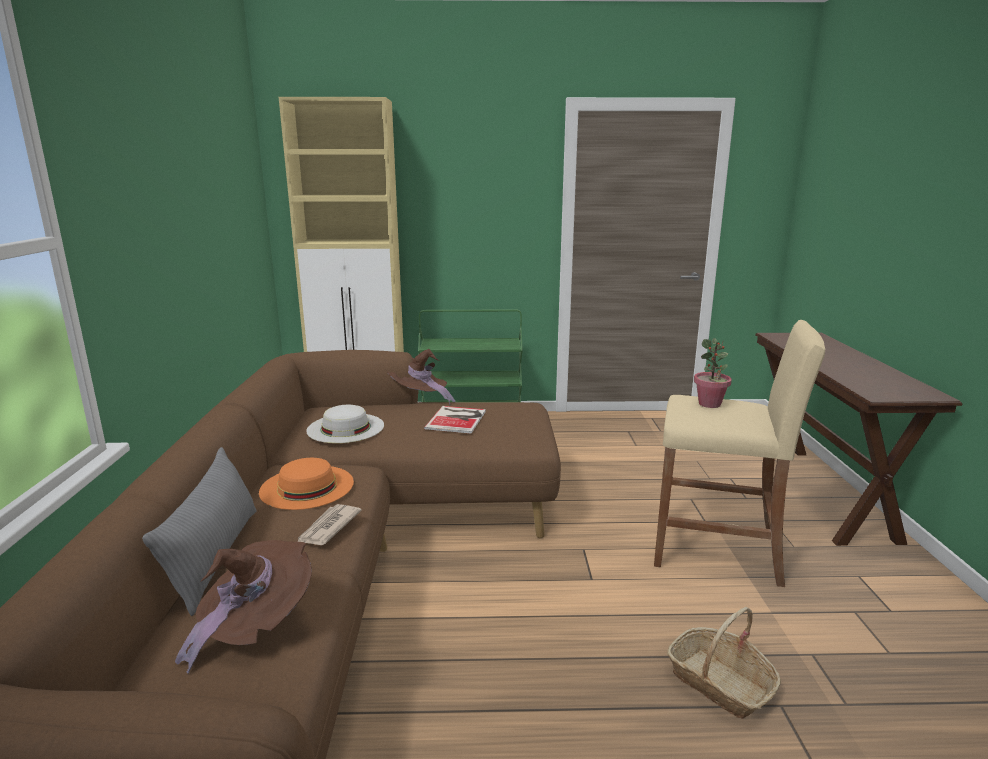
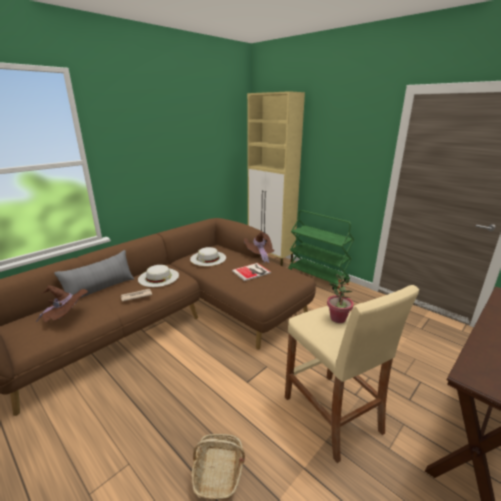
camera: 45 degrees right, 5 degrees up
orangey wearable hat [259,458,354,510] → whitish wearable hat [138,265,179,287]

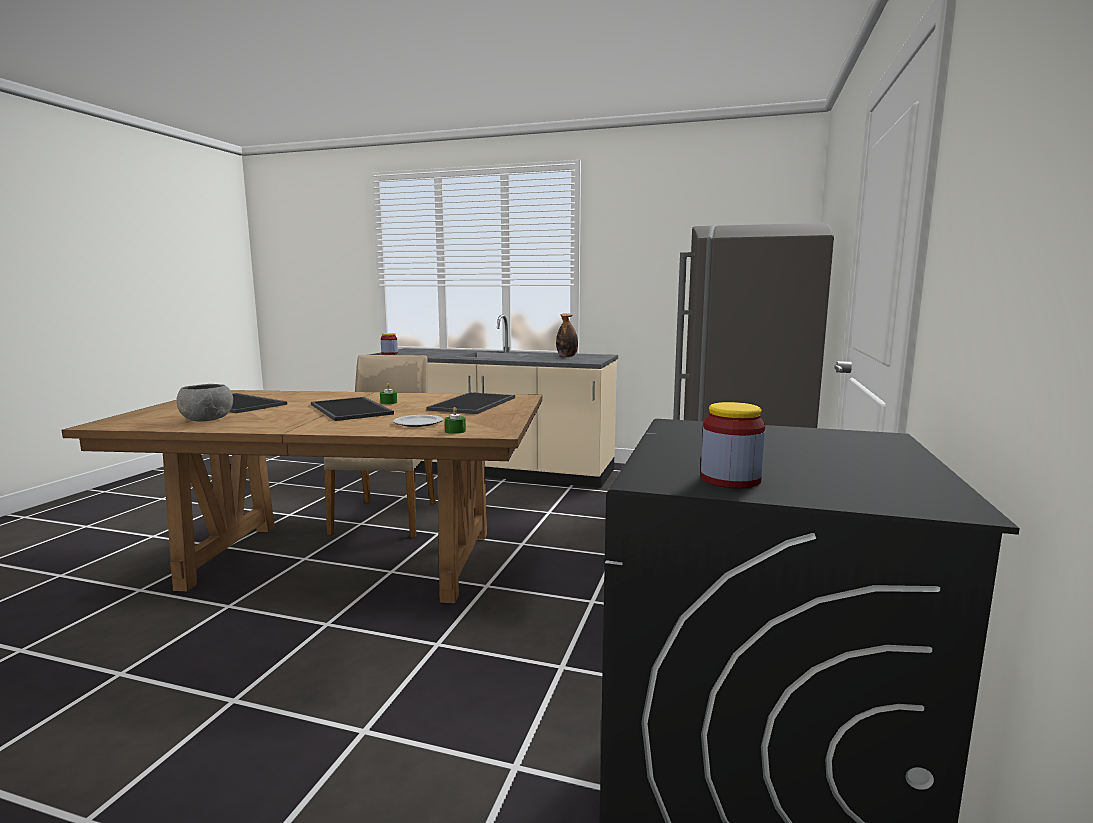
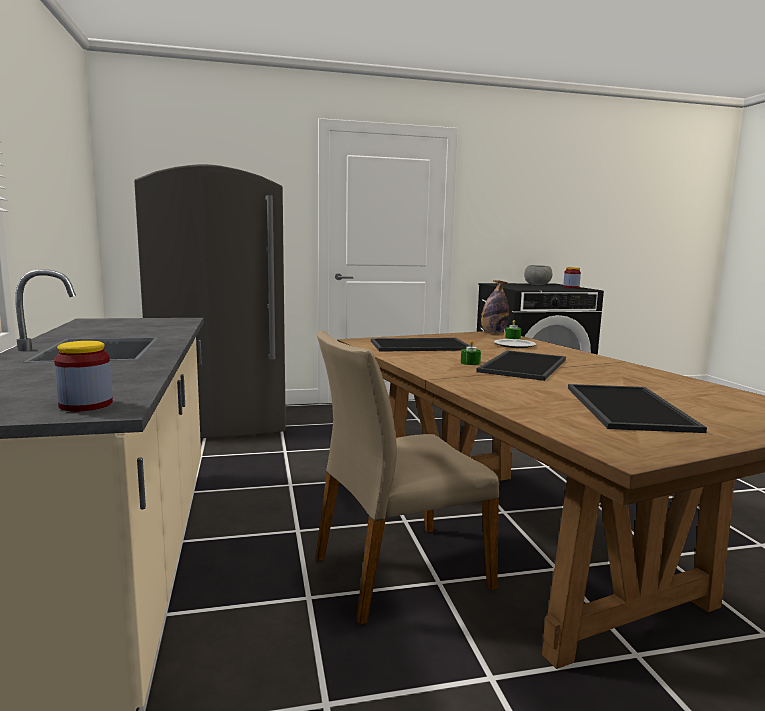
camera: 120 degrees left, 0 degrees up
drink bottle [556,313,578,357] → drink bottle [481,280,509,333], moved
gray serving bowl [176,384,233,421] → gray serving bowl [524,265,553,285], moved

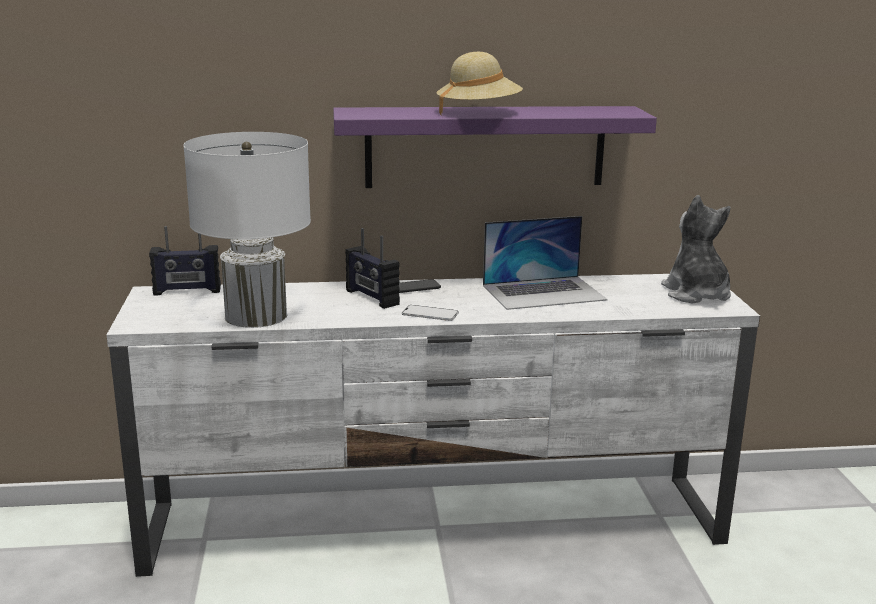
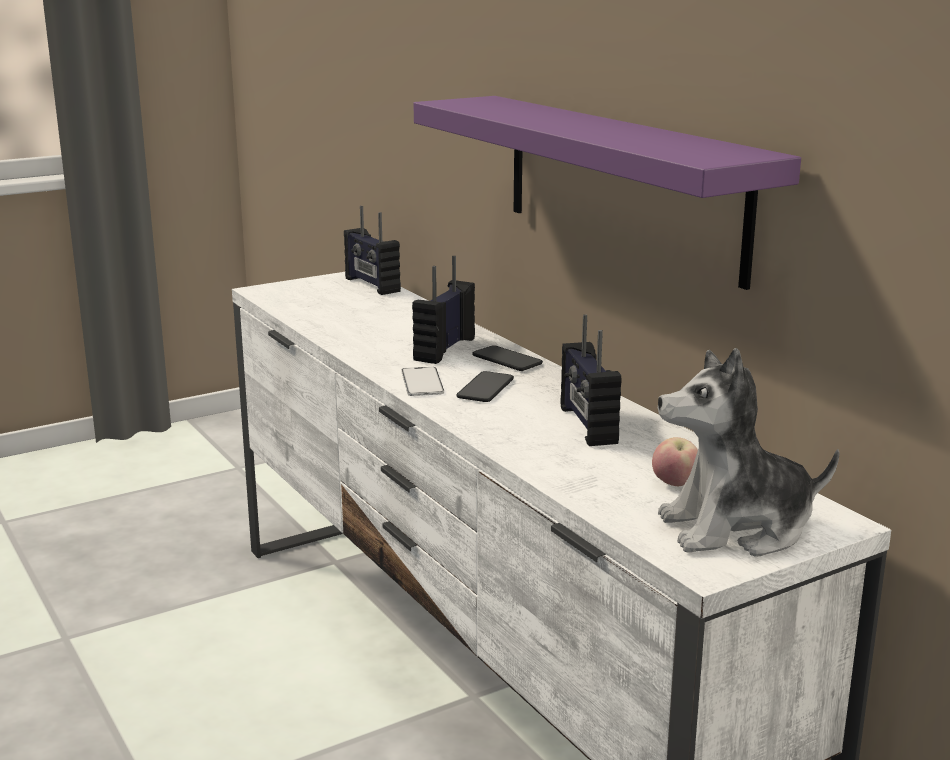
camera: 65 degrees right, 0 degrees up
- → phone [456,371,514,402]
laptop [483,216,608,310] → radio receiver [561,314,622,446]
- → whole apple [652,437,698,486]
cuddly toy [661,195,731,304] → cuddly toy [658,348,840,557], 150 degrees counterclockwise
whitish table lamp [183,132,311,328] → -
sand-coloured wearable hat [436,52,523,115] → -

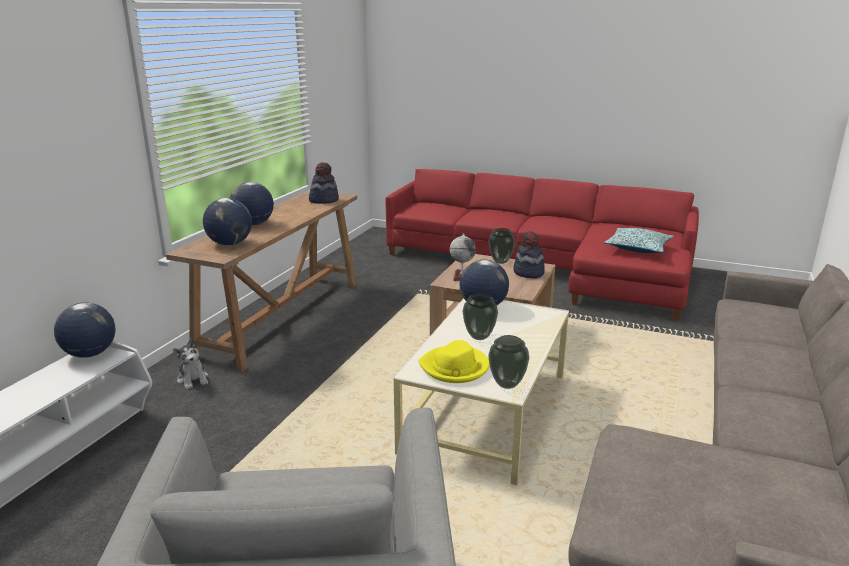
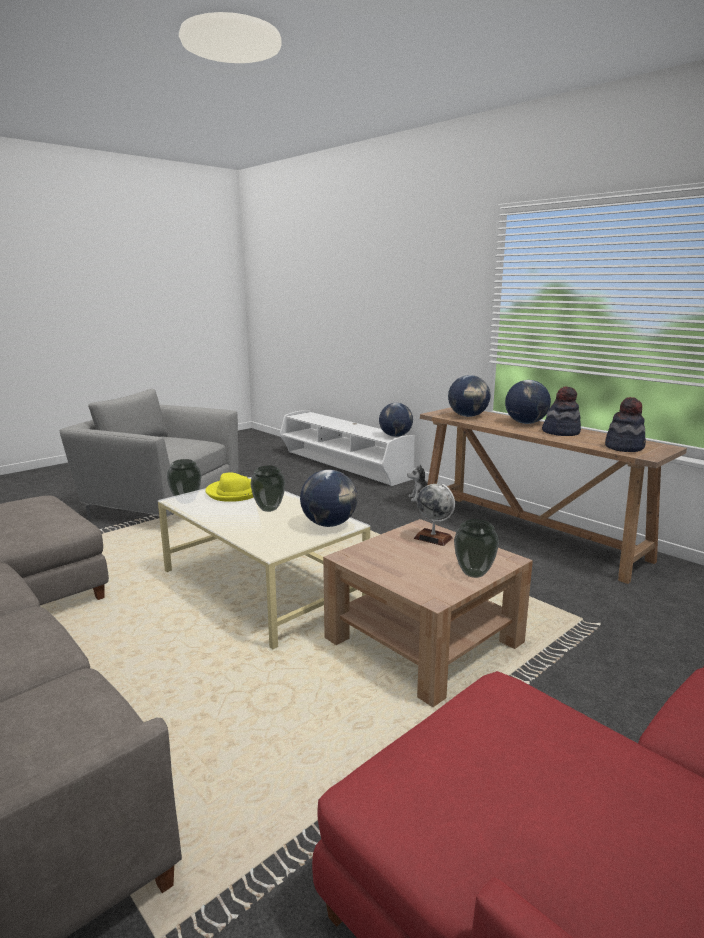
camera: 115 degrees right, 5 degrees down
wearable hat [513,231,545,279] → wearable hat [542,386,581,436], moved
pillow [604,228,674,253] → -

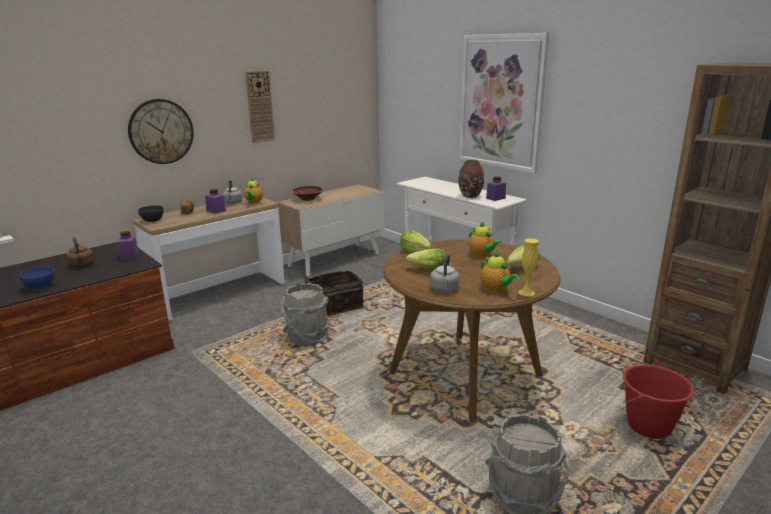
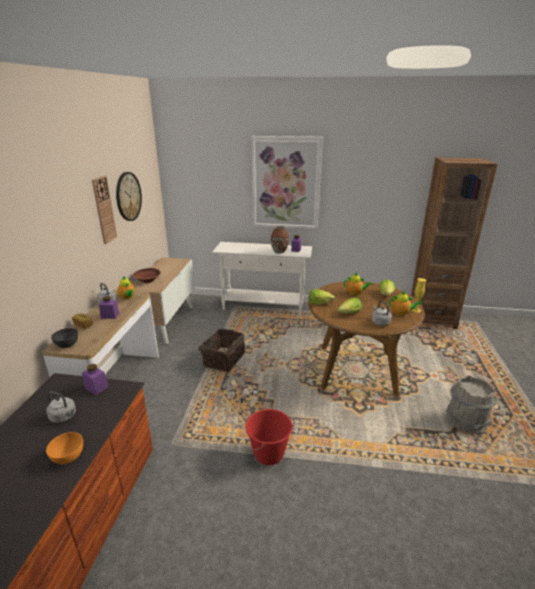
camera: 40 degrees left, 5 degrees up
brown-coloured water kettle [66,236,94,267] → gray water kettle [46,392,76,423]
blue serving bowl [19,267,54,290] → orangey serving bowl [46,432,83,464]
clock on the wall [128,99,194,164] → clock on the wall [116,172,142,221], moved
red-coloured water bucket [623,365,694,439] → red-coloured water bucket [245,409,293,465], moved
gray water bucket [280,283,329,346] → -

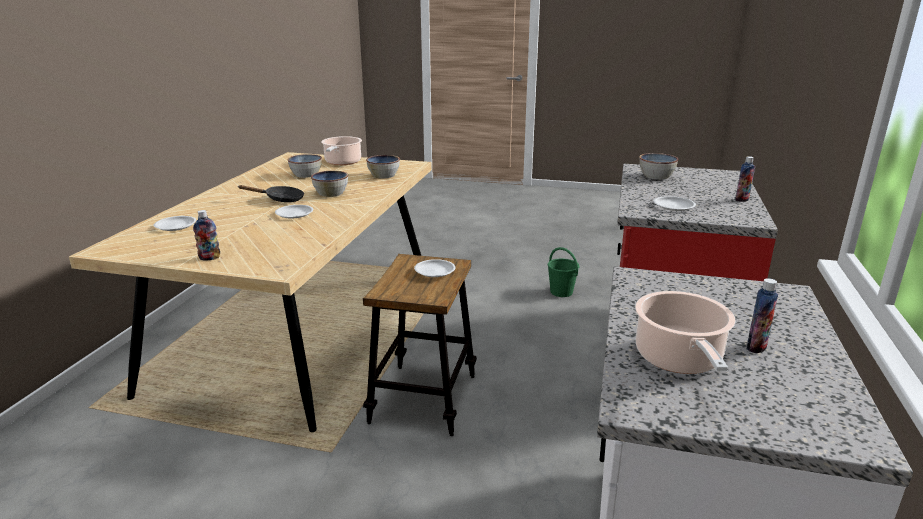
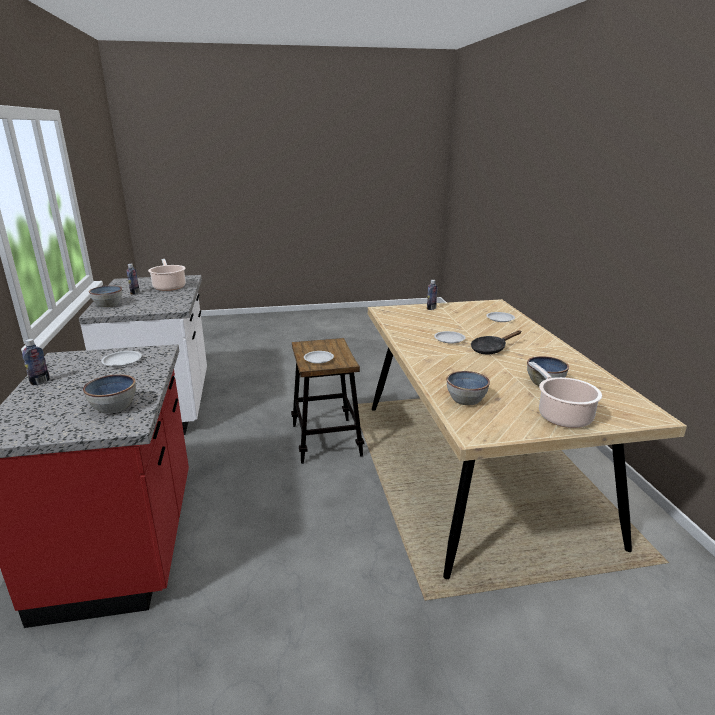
camera: 155 degrees right, 0 degrees up
serving bowl [311,171,348,197] → serving bowl [89,285,122,307], moved
green-coloured water bucket [548,247,579,297] → -

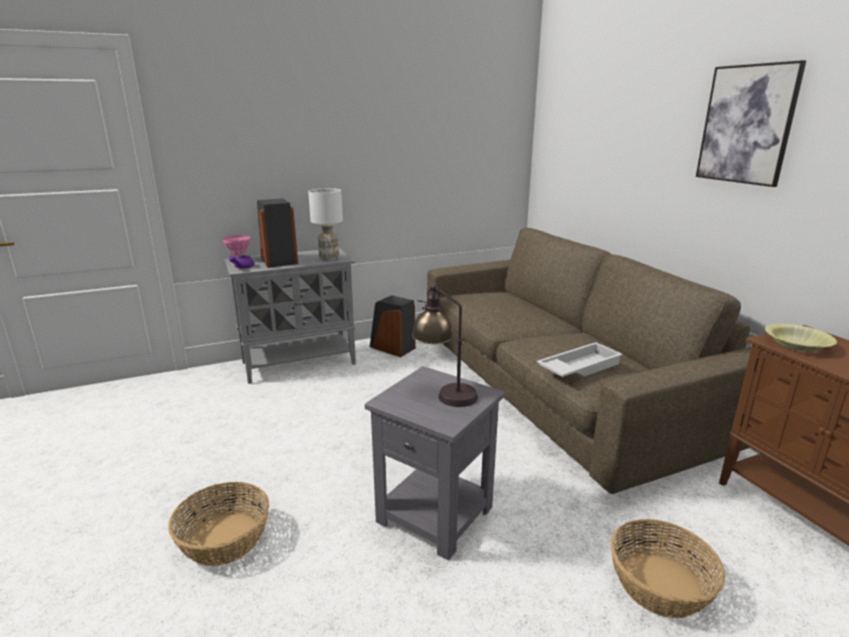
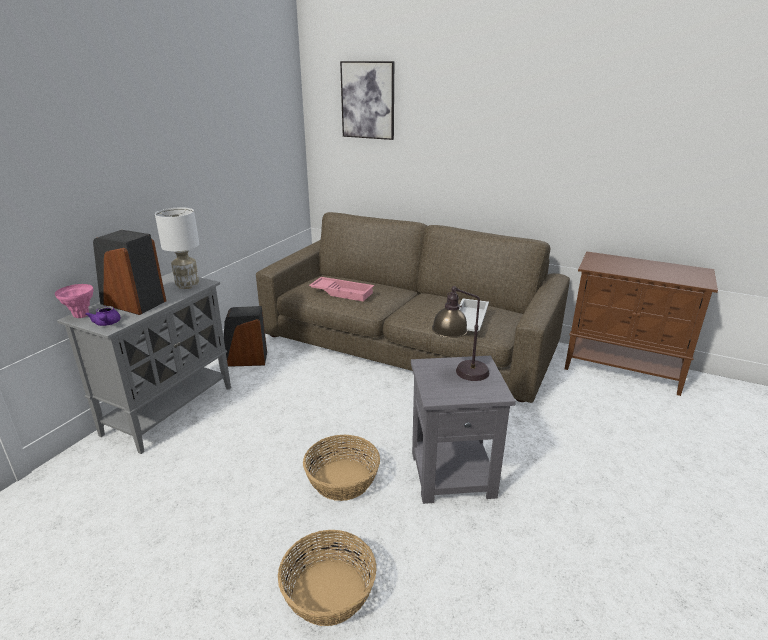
camera: 40 degrees left, 5 degrees up
storage basket [611,519,726,618] → storage basket [303,435,380,501], moved
- → pink serving tray [309,277,374,302]
wall art [696,60,806,187] → wall art [340,61,394,140], moved
yellow-coloured serving bowl [765,324,837,352] → -

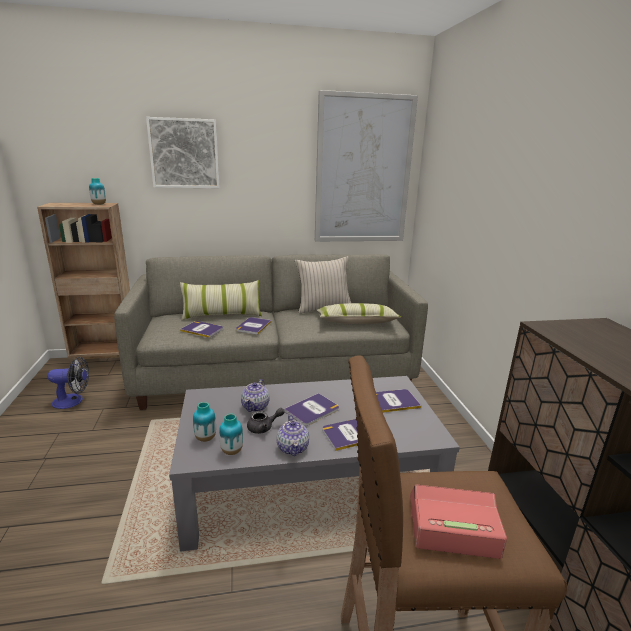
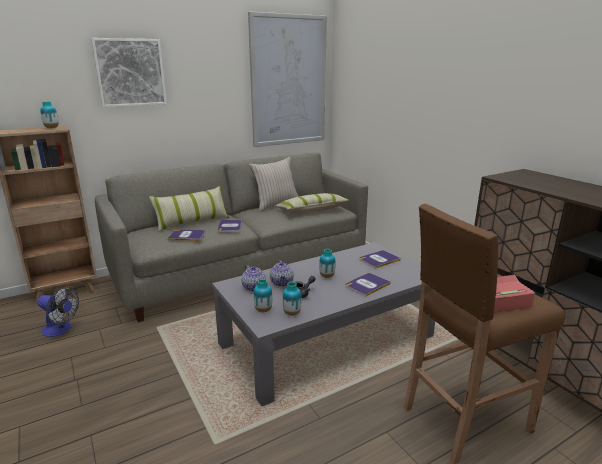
camera: 20 degrees left, 0 degrees up
cooling fan [47,357,89,409] → cooling fan [37,287,79,337], 45 degrees clockwise
tea pot [276,415,309,456] → tea pot [242,265,266,292], moved
volume [284,393,339,426] → flower vase [319,249,335,278]

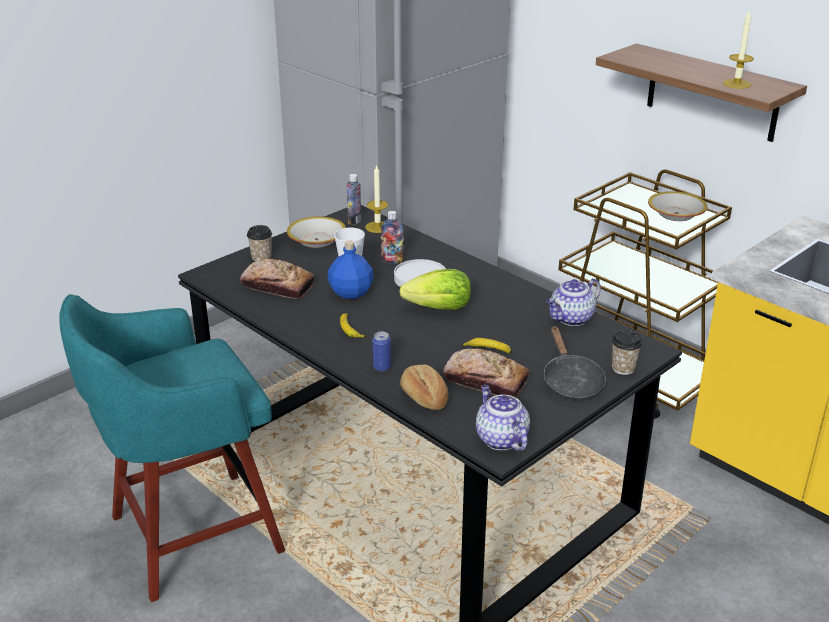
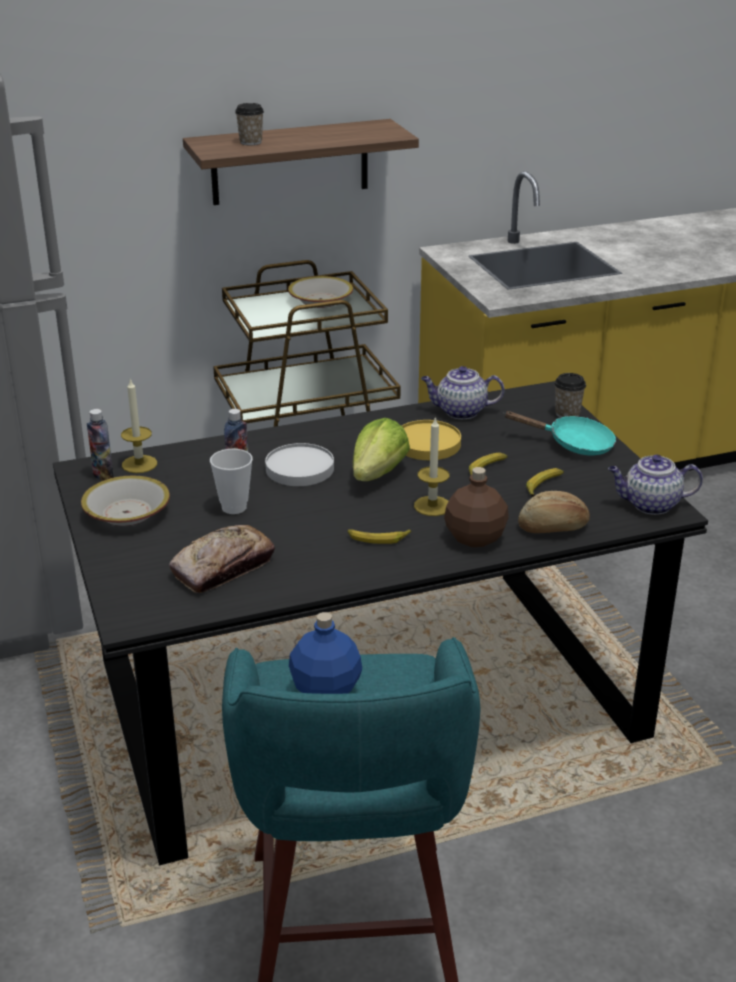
camera: 65 degrees left, 0 degrees up
small cup [247,225,272,262] → small cup [235,103,264,146], moved
blue drink bottle [327,241,374,299] → blue drink bottle [289,612,362,694], moved
- → yellow-coloured plate [402,420,461,460]
wax candle [723,9,754,89] → wax candle [414,416,449,516], moved
tea pot [546,278,601,326] → tea pot [421,366,505,419], 105 degrees clockwise
can [372,331,391,372] → brown-coloured drink bottle [444,467,509,547]
black skillet [544,326,606,400] → turquoise-coloured skillet [503,411,616,455]
bakery bread [443,349,529,397] → whole banana [526,468,564,497]

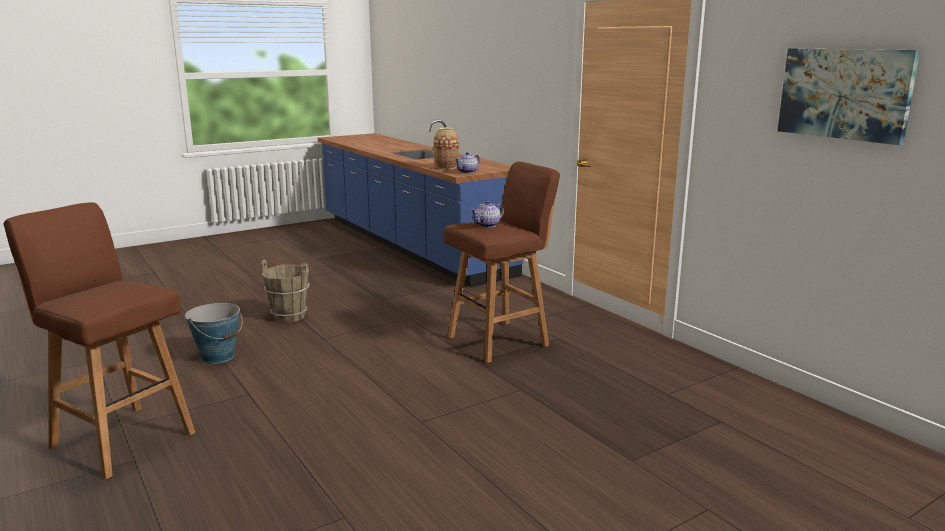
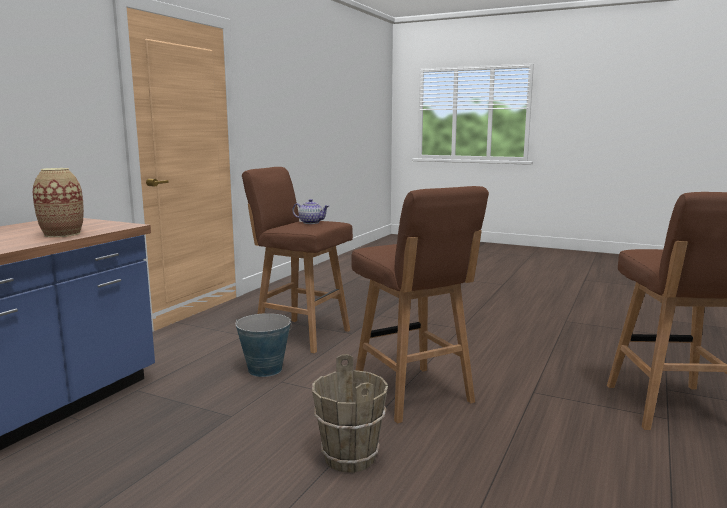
camera: 120 degrees left, 5 degrees down
water bucket [185,302,243,364] → water bucket [236,313,292,377], moved
- → brown-coloured stool [351,186,489,424]
tea pot [455,152,480,173] → -
wall art [777,48,920,145] → -

